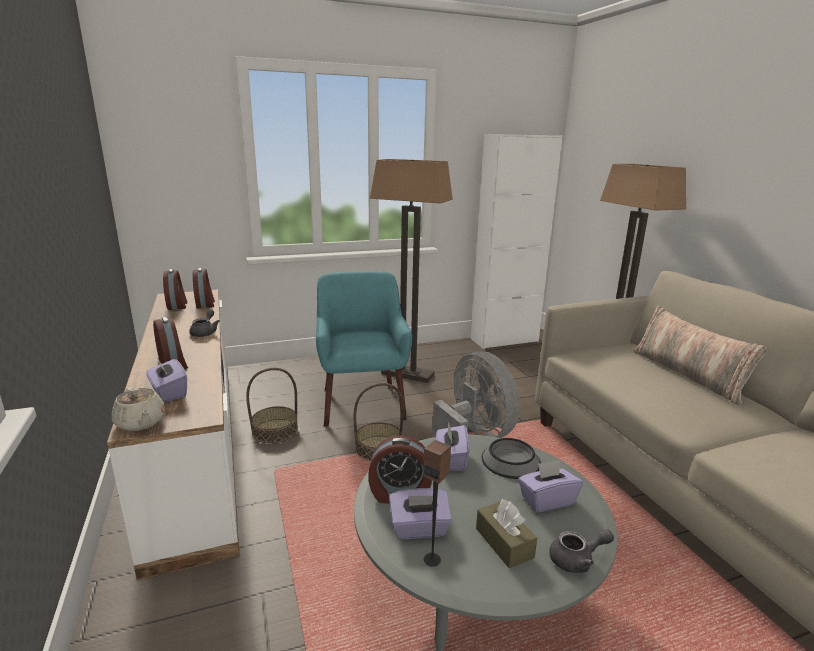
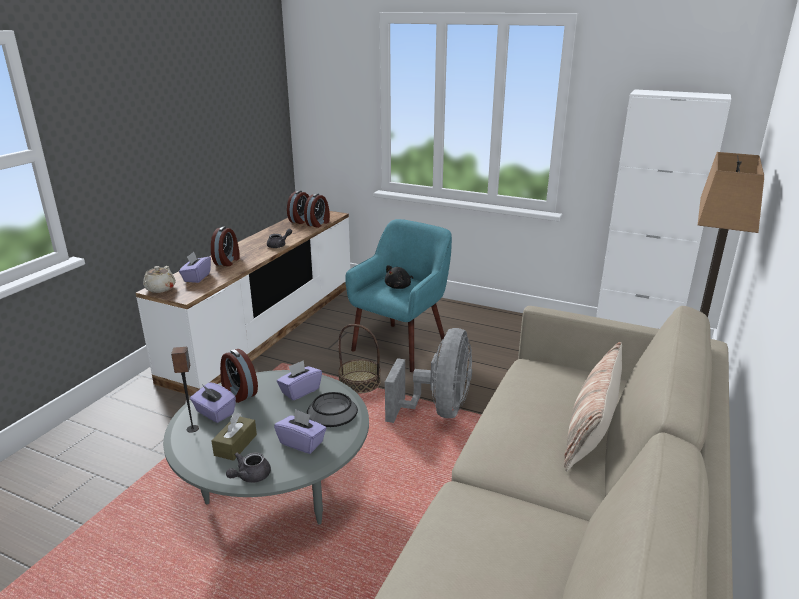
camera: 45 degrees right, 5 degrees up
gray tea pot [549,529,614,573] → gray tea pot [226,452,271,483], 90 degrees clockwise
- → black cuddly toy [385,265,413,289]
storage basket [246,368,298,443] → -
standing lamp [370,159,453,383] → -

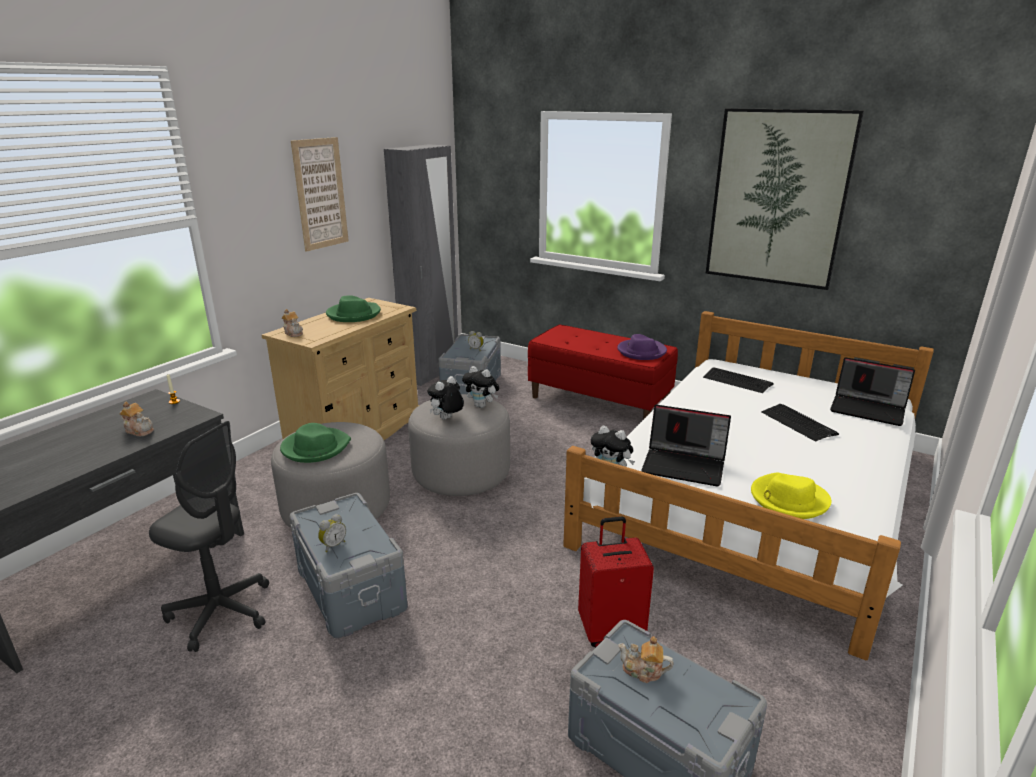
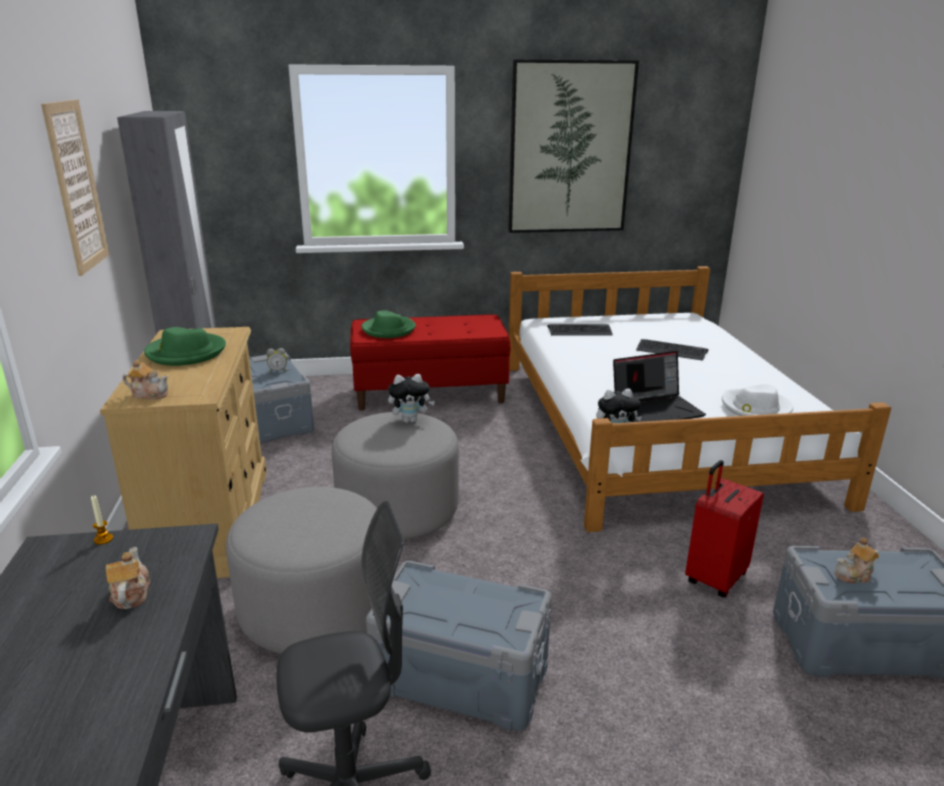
camera: 40 degrees left, 0 degrees up
tea pot [120,402,154,436] → tea pot [106,547,150,609], 90 degrees counterclockwise
green-coloured wearable hat [280,423,351,463] → green-coloured wearable hat [361,310,416,338], moved
yellow-coloured wearable hat [751,473,832,519] → whitish wearable hat [722,384,793,416]
alarm clock [318,514,346,552] → -
cuddly toy [427,376,464,419] → -
purple wearable hat [617,334,667,360] → -
laptop [830,357,915,426] → -

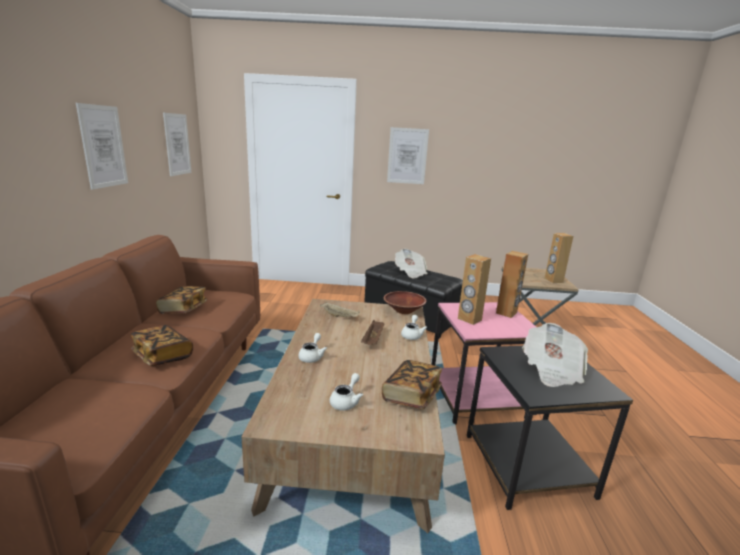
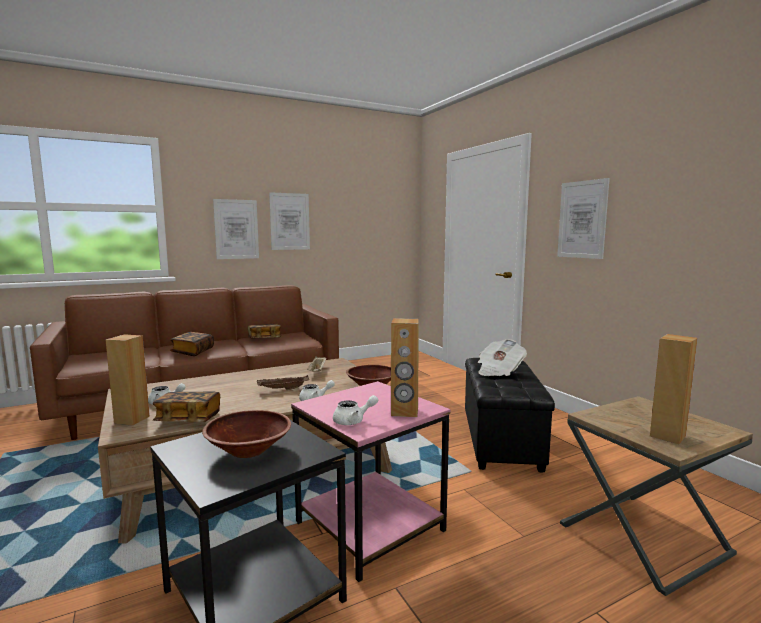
camera: 60 degrees right, 10 degrees down
brown-coloured loudspeaker [458,254,491,325] → brown-coloured loudspeaker [106,334,150,426], moved
daily paper [522,323,588,387] → brown-coloured serving bowl [202,410,291,458]
wall art [163,113,192,176] → wall art [213,199,259,259], moved
whitish tea pot [298,333,327,363] → whitish tea pot [333,395,378,425], moved

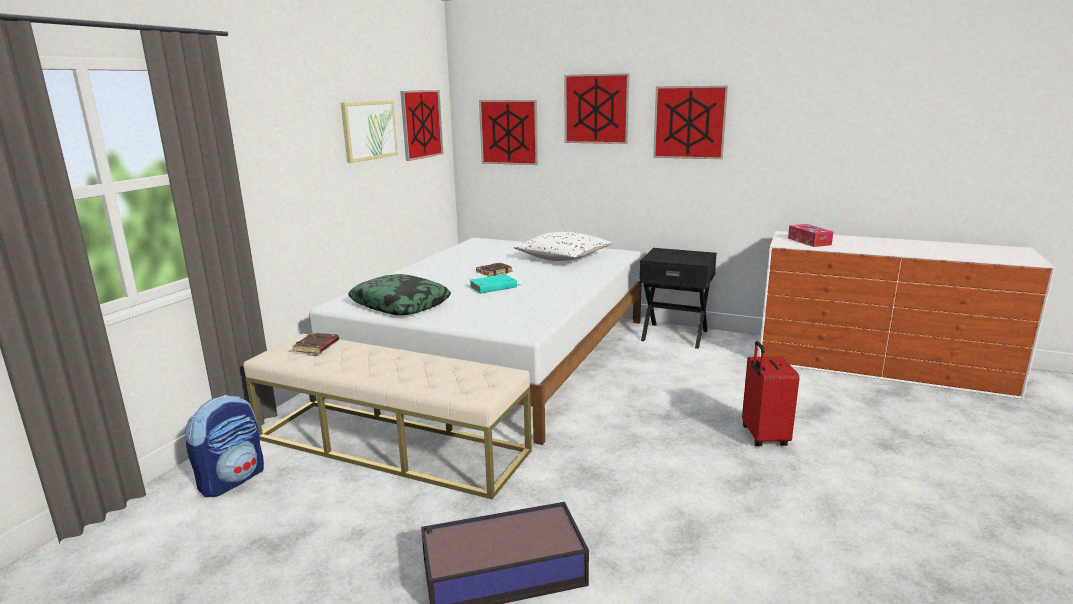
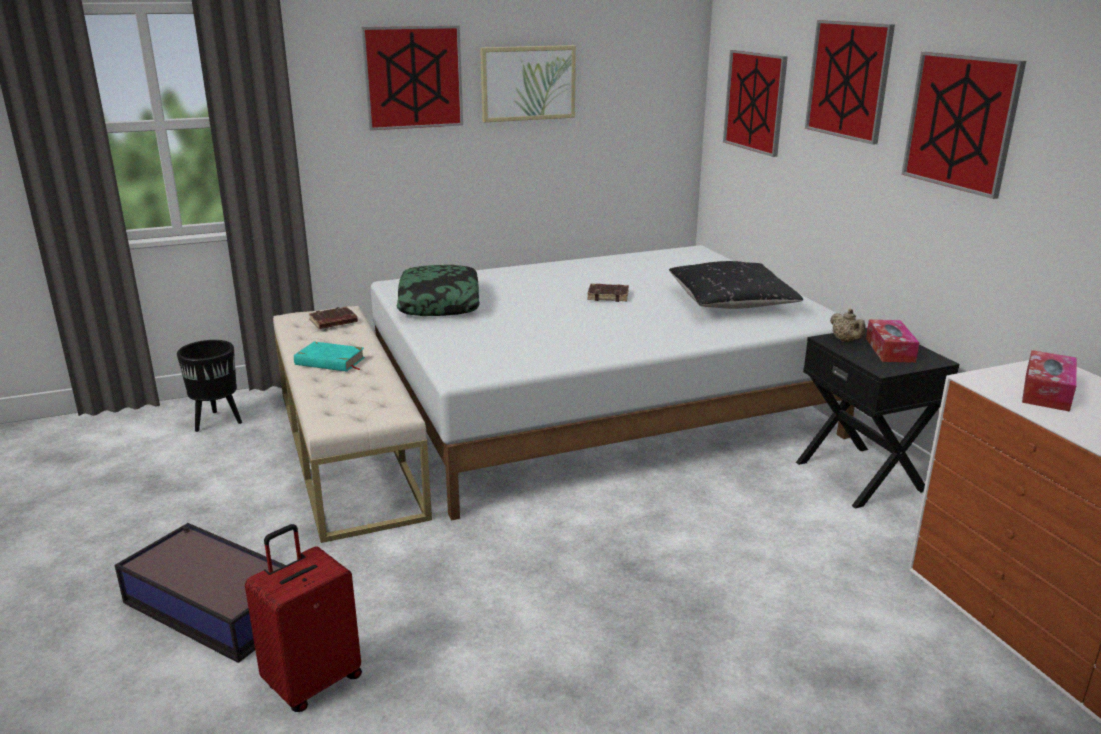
camera: 45 degrees right, 5 degrees up
backpack [185,395,264,497] → black planter [177,340,242,432]
red-coloured suitcase [742,341,799,446] → red-coloured suitcase [245,524,362,712], moved
turquoise-coloured volume [469,274,517,294] → turquoise-coloured volume [294,342,365,372], moved
wall art [400,90,444,161] → wall art [361,26,463,130], moved
whitish pillow [513,231,612,261] → black pillow [669,261,803,309]
- → sand-coloured tea pot [830,309,866,342]
- → box of tissues [866,320,919,363]

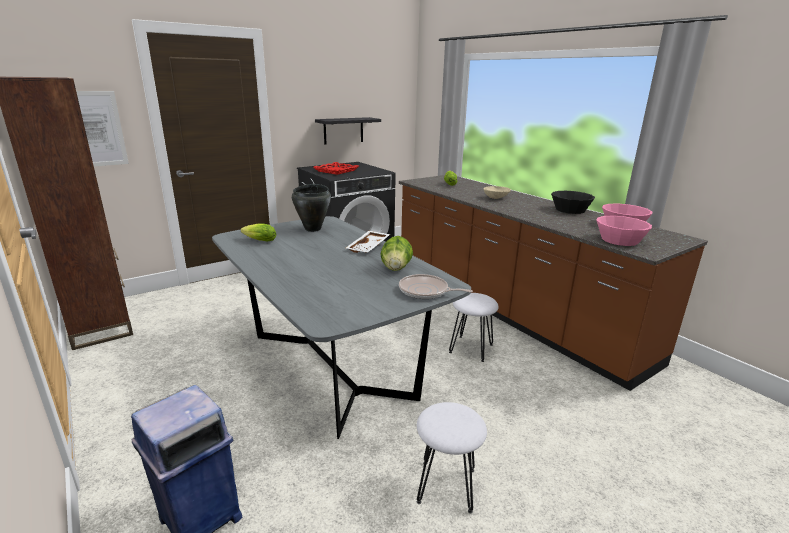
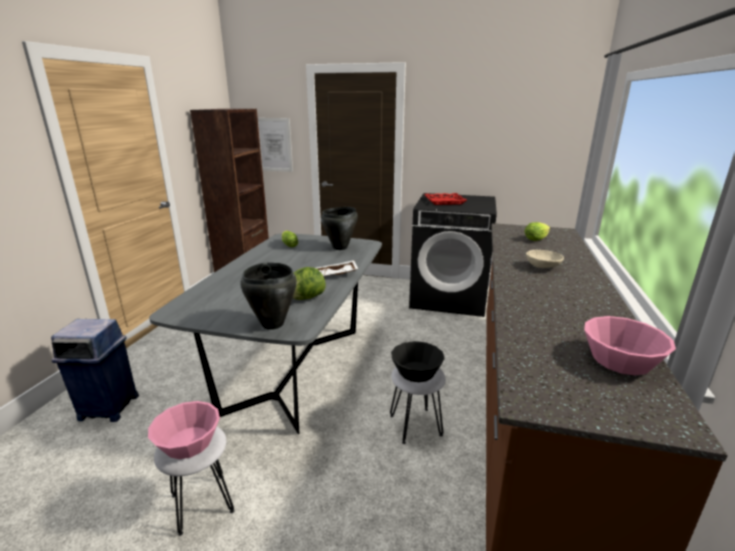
camera: 50 degrees right, 0 degrees up
pink serving bowl [596,215,652,246] → pink serving bowl [148,401,220,459], moved
skillet [399,274,473,299] → black cooking pot [240,262,297,330]
black serving bowl [551,191,595,214] → black serving bowl [391,341,445,382], moved
black wall shelf [315,117,381,145] → -

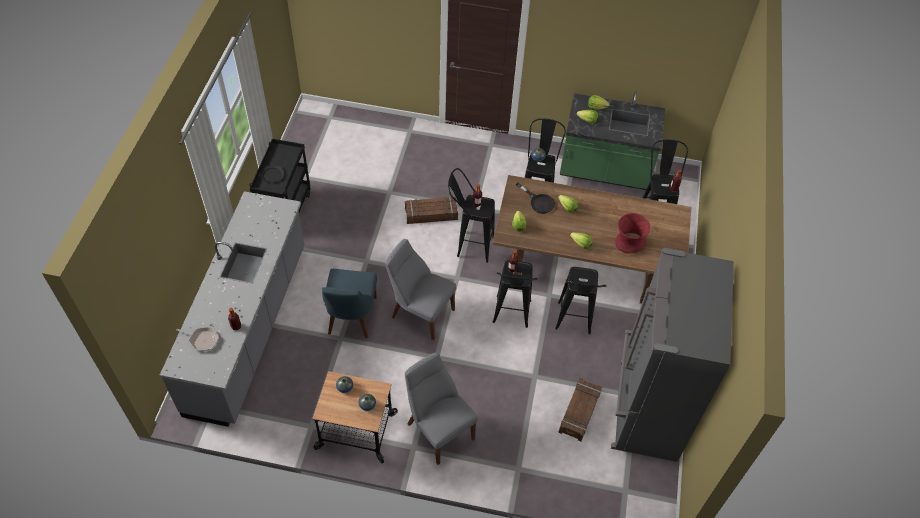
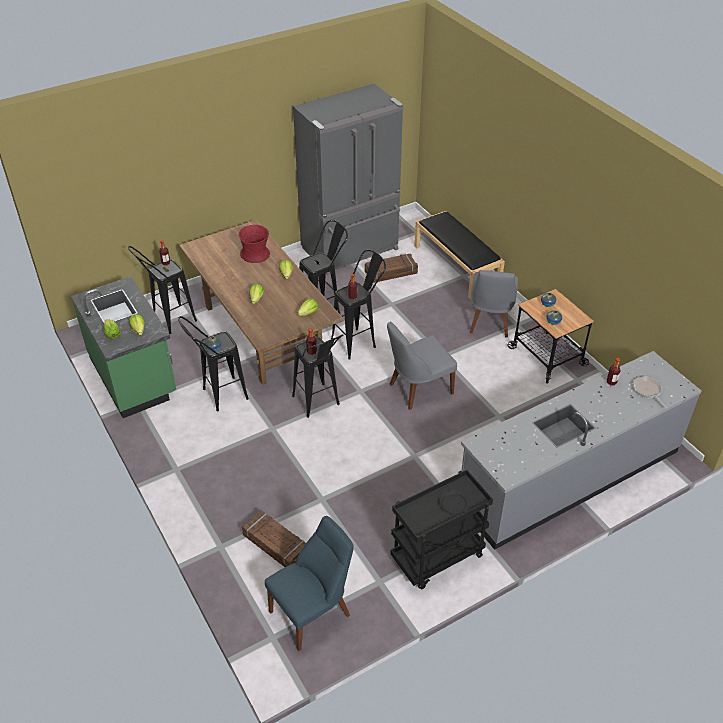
camera: 130 degrees left, 10 degrees down
crate [405,197,458,224] → crate [242,511,306,567], moved
blue chair [322,269,377,338] → blue chair [265,516,354,651], moved
gray chair [385,239,456,340] → gray chair [387,322,457,410], 75 degrees clockwise
- → black long seat [414,211,505,299]
black skillet [516,182,555,213] → -

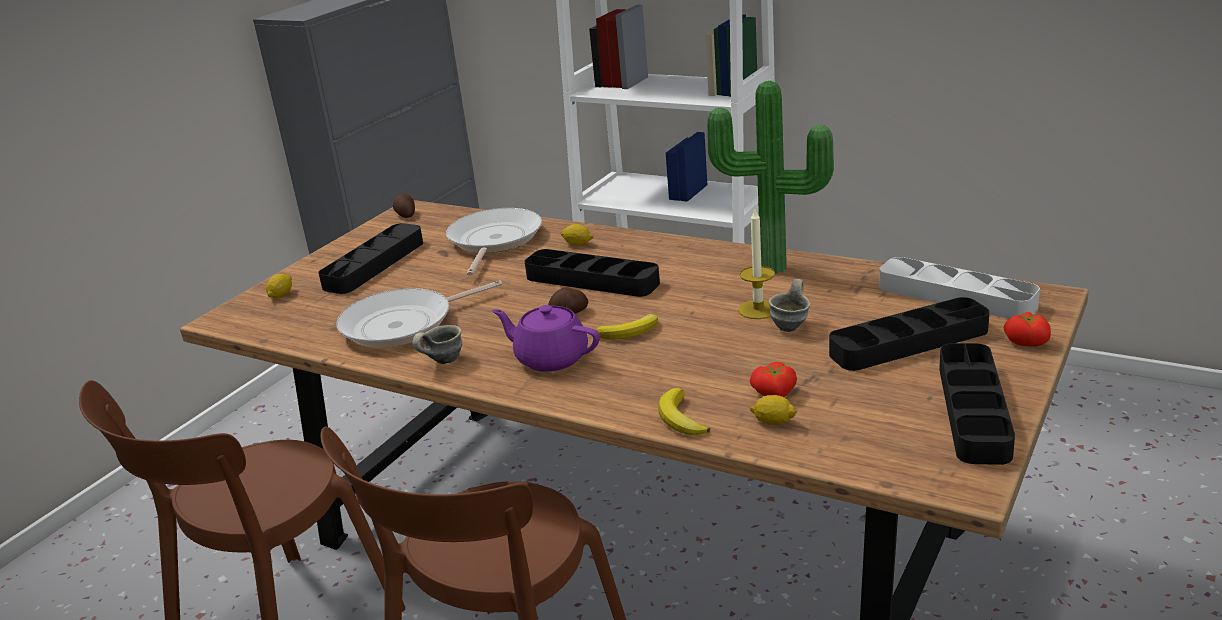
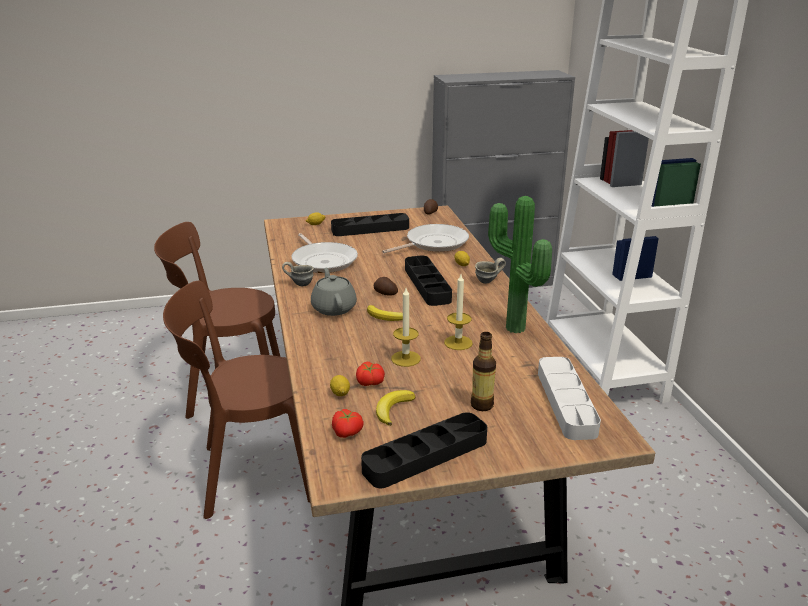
camera: 45 degrees right, 0 degrees up
skillet [336,280,502,347] → skillet [292,233,358,273], 135 degrees counterclockwise
purple tea pot [492,305,600,372] → gray tea pot [311,268,357,316]
fresh tomato [1003,312,1051,347] → fresh tomato [332,409,364,438], moved
whole banana [658,388,710,435] → whole banana [376,390,415,426], moved
- → wax candle [391,288,421,367]
black serving tray [829,297,990,371] → drink bottle [471,332,496,411]
gray coffee mug [769,279,811,332] → gray coffee mug [475,258,506,284], moved

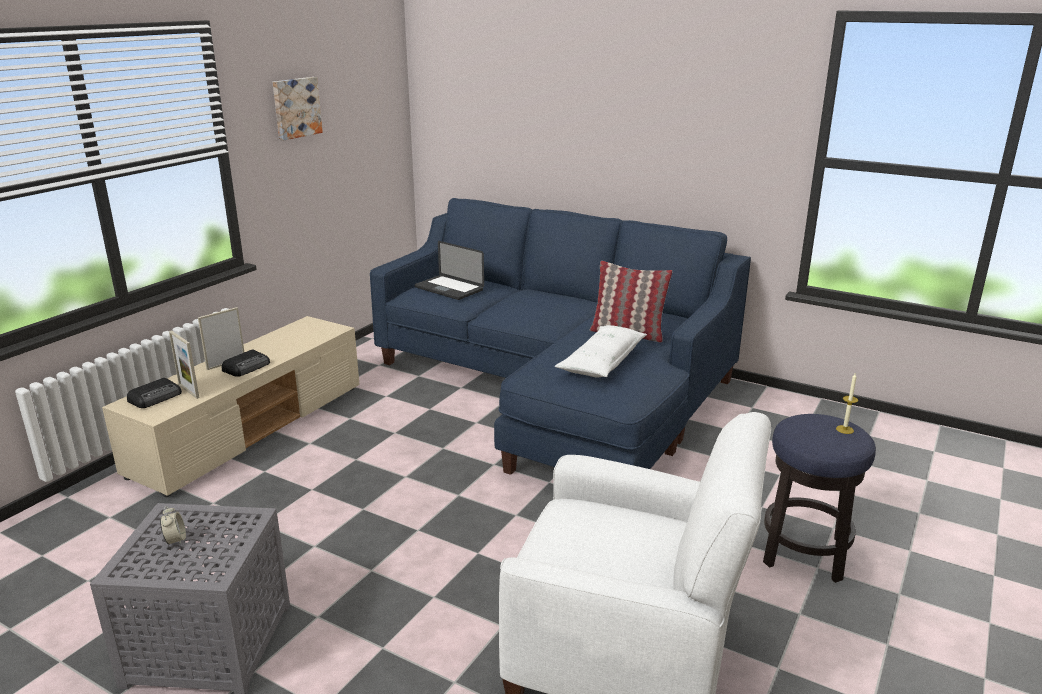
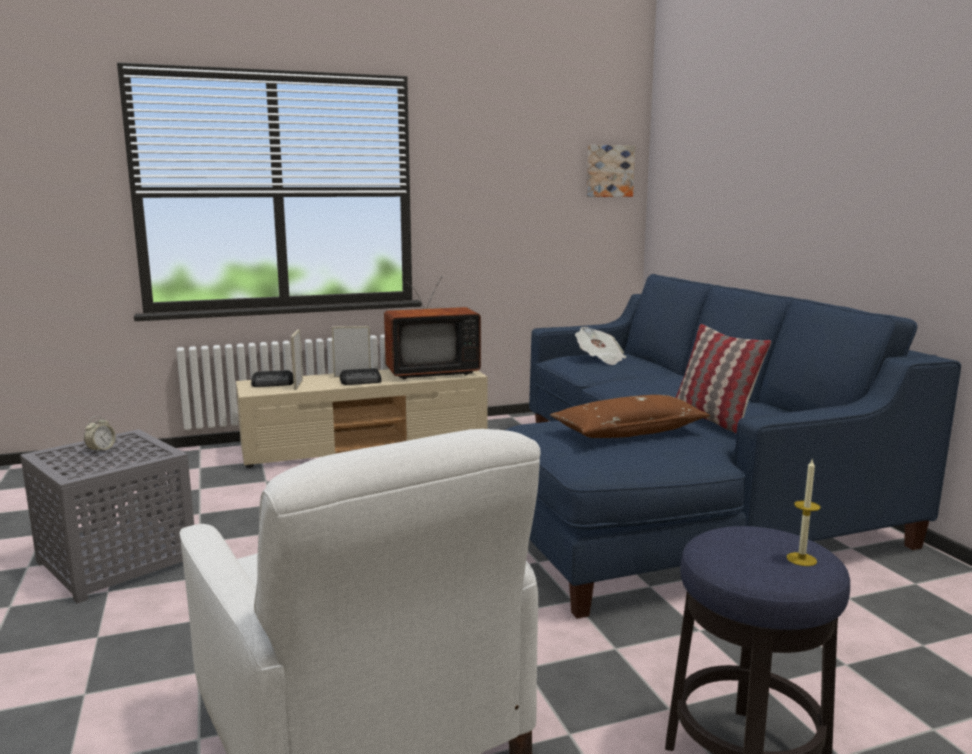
camera: 40 degrees right, 10 degrees down
- → TV set [384,277,481,379]
whitish pillow [554,325,647,378] → brown-coloured pillow [550,395,710,438]
laptop [415,241,484,300] → daily paper [575,327,626,365]
wall art [273,77,323,140] → wall art [587,145,635,197], moved

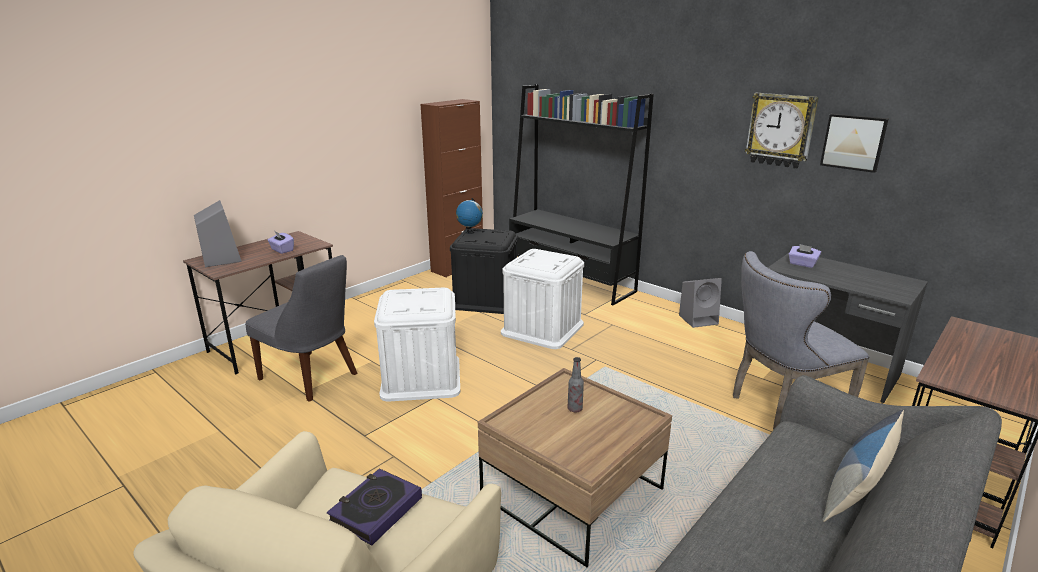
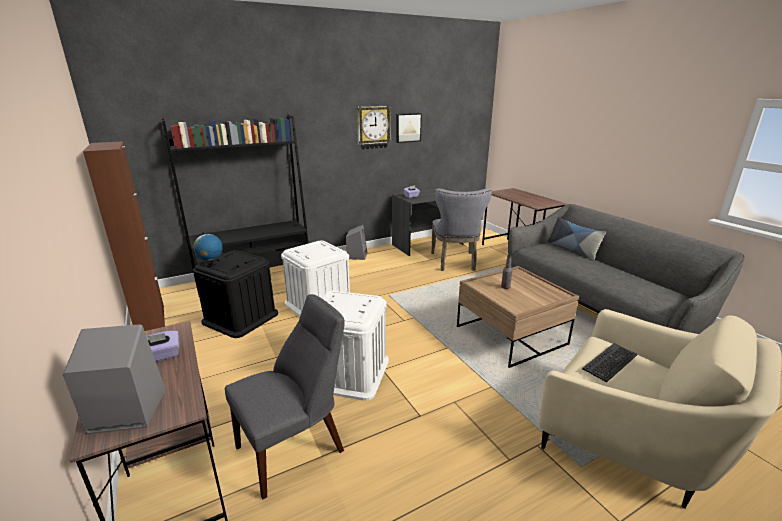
camera: 70 degrees left, 0 degrees up
volume [327,468,422,545] → keyboard [582,343,638,382]

